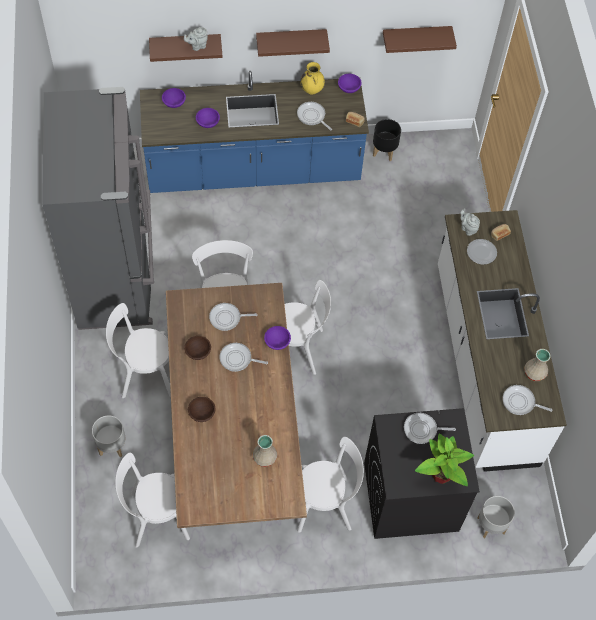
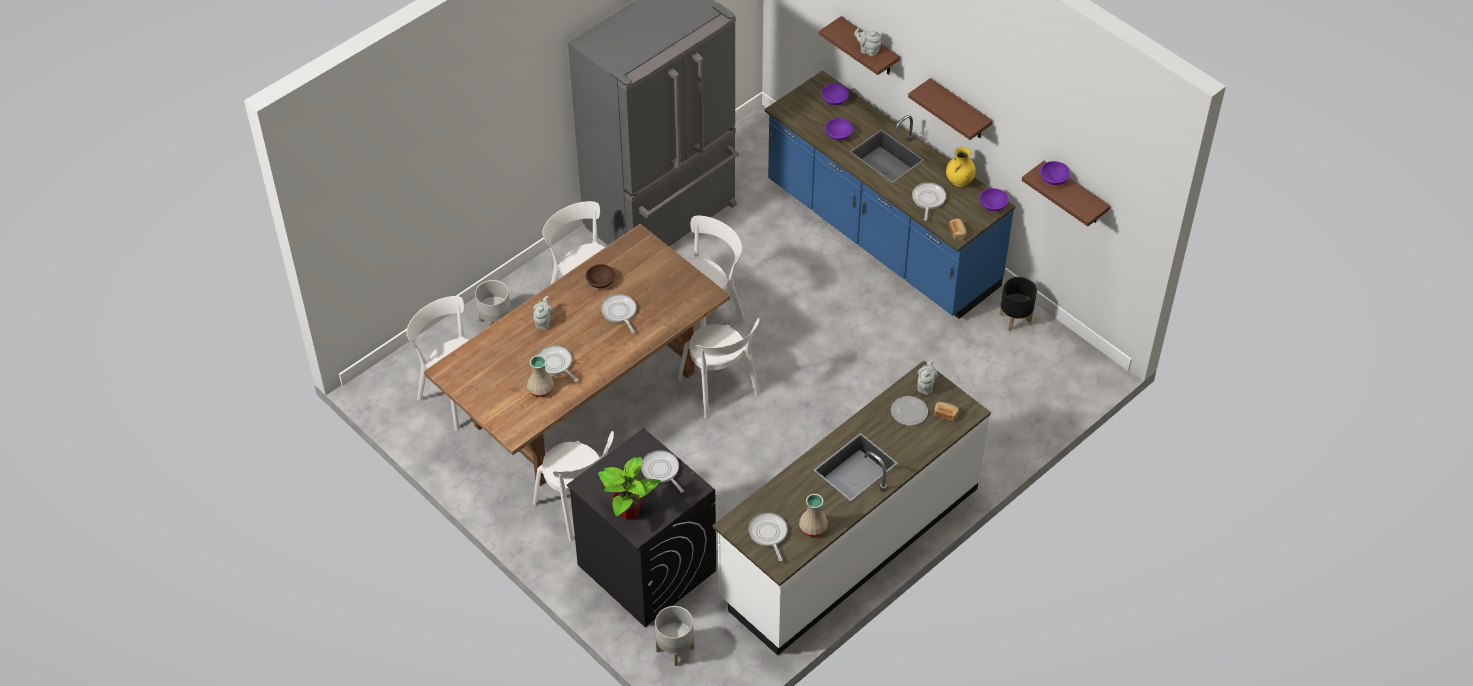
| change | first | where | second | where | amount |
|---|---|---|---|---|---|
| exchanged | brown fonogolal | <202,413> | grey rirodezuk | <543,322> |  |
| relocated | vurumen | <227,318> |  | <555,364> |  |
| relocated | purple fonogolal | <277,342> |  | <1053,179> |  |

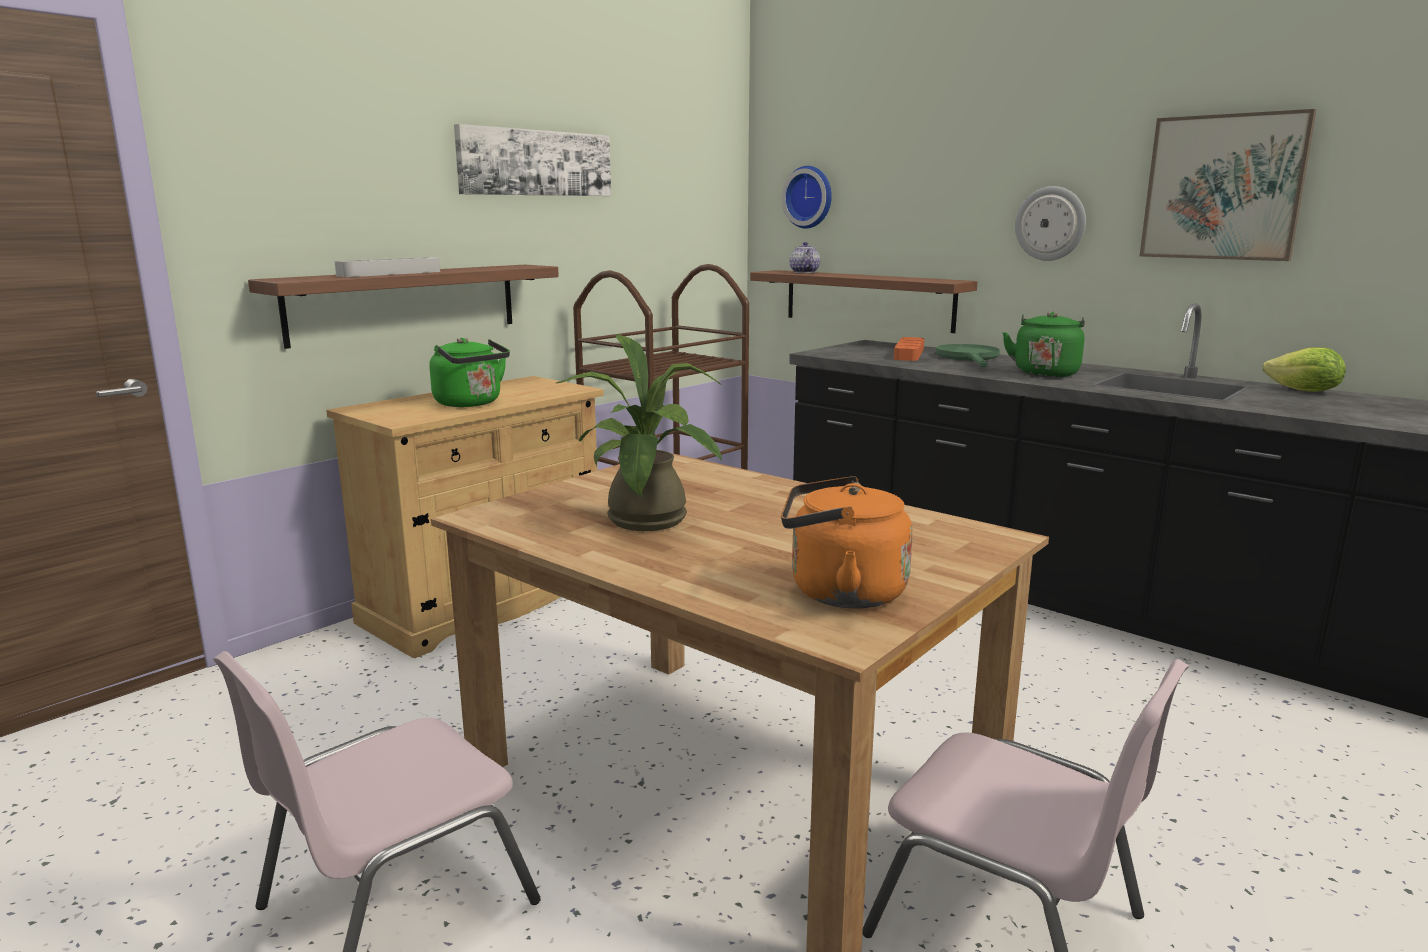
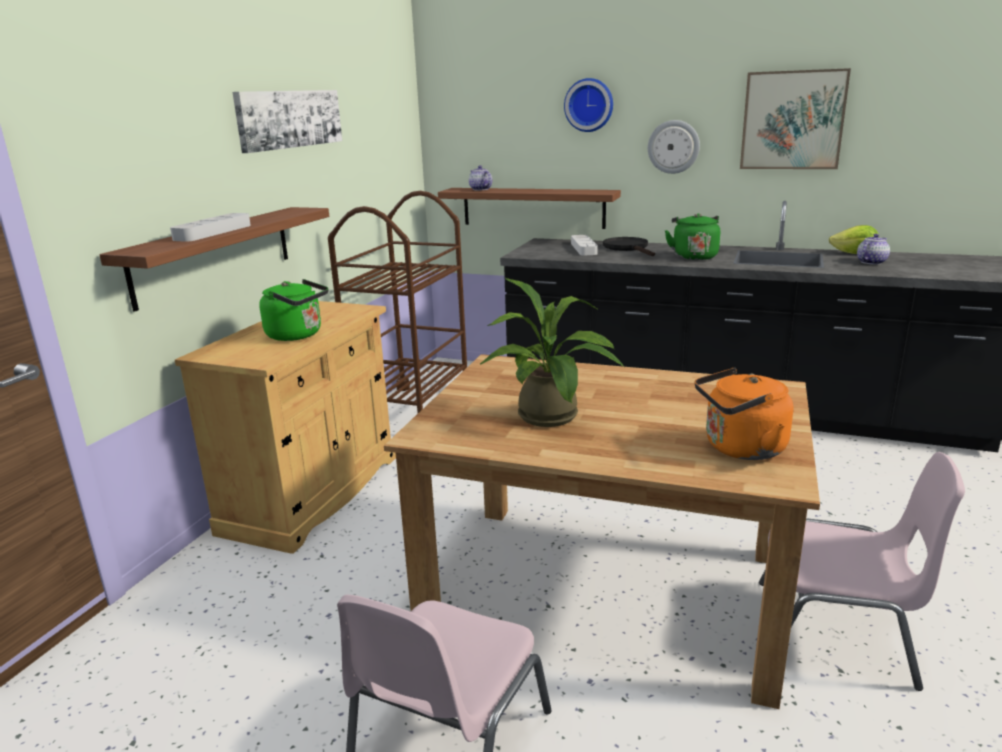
| change | first | where | second | where | amount |
|---|---|---|---|---|---|
| relocated | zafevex | <809,197> |  | <589,105> |  |
| colour | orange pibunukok | <909,354> | grey pibunukok | <583,248> |  |
| colour | green vurumen | <969,358> | black vurumen | <628,248> |  |
| appeared |  |  | rirodezuk | <871,262> |  |

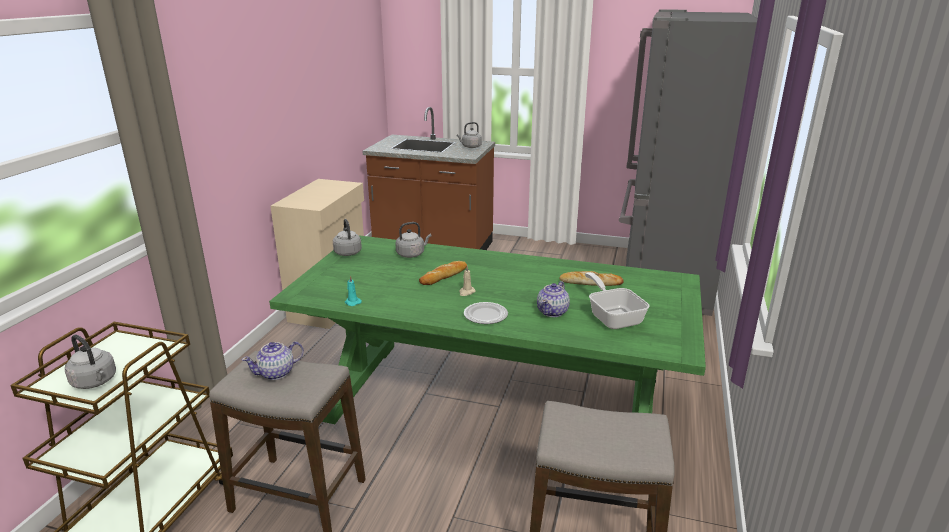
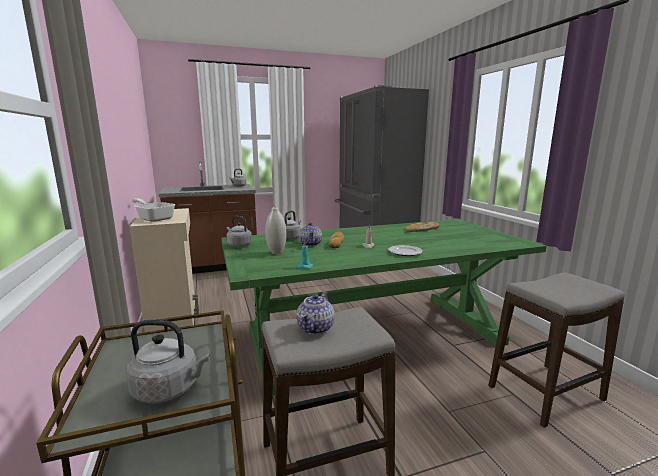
| change | first | where | second | where | amount |
|---|---|---|---|---|---|
| relocated | rirodezuk | <553,312> |  | <311,244> |  |
| relocated | vurumen | <613,316> |  | <154,218> |  |
| appeared |  |  | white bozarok | <276,252> |  |

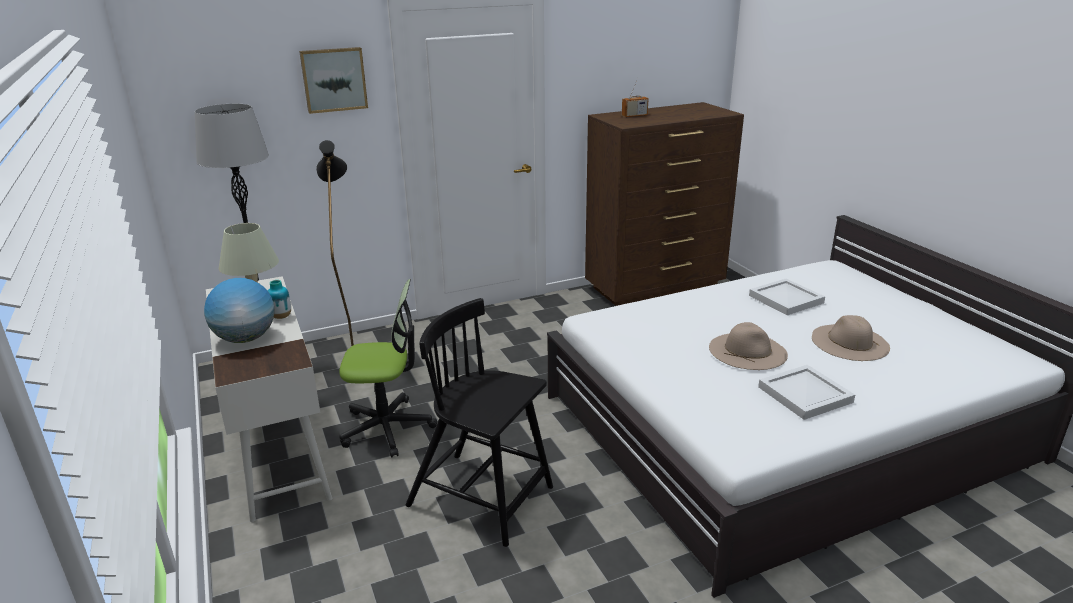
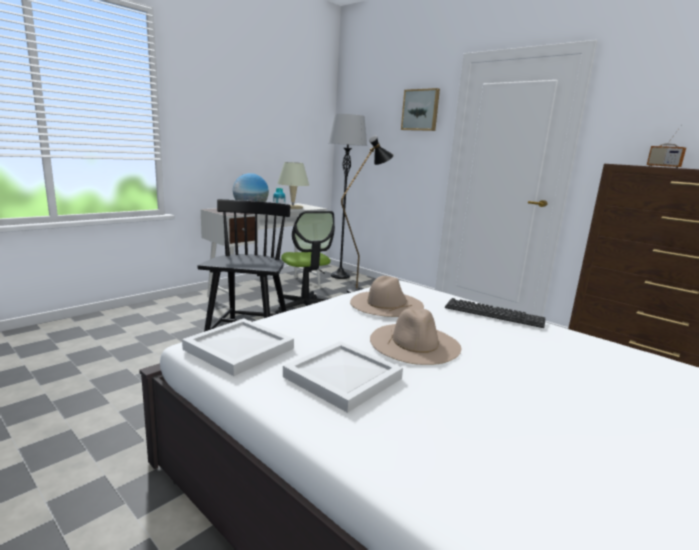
| change | first | where | second | where | amount |
|---|---|---|---|---|---|
| relocated | white pibunukok | <784,299> |  | <239,348> |  |
| relocated | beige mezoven | <849,342> |  | <386,303> |  |
| appeared |  |  | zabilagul | <493,314> |  |

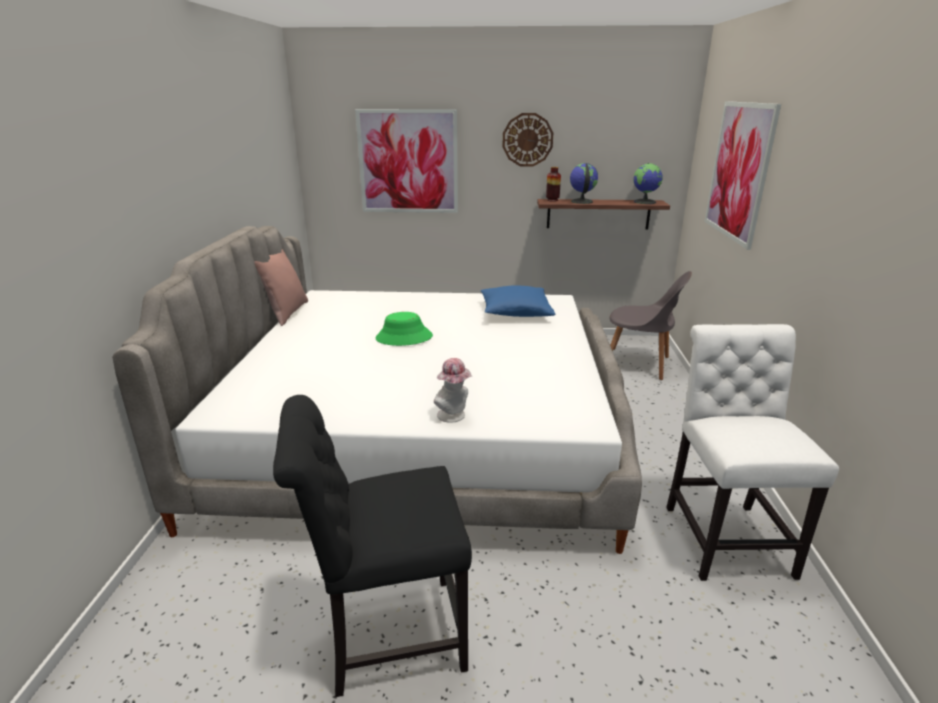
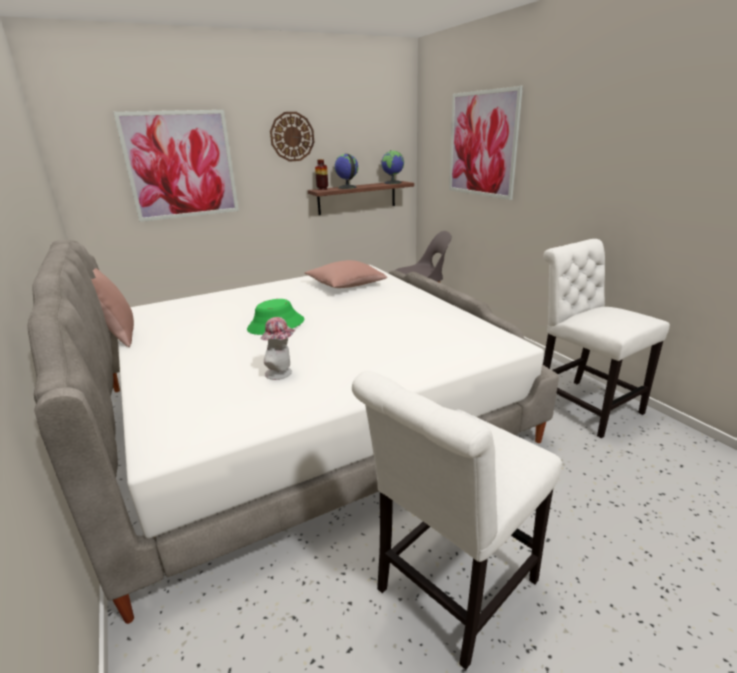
| change | first | where | second | where | amount |
|---|---|---|---|---|---|
| colour | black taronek | <387,635> | white taronek | <451,590> |  |
| relocated | mezoven | <454,416> |  | <282,373> |  |
| colour | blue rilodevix | <515,312> | pink rilodevix | <345,285> |  |

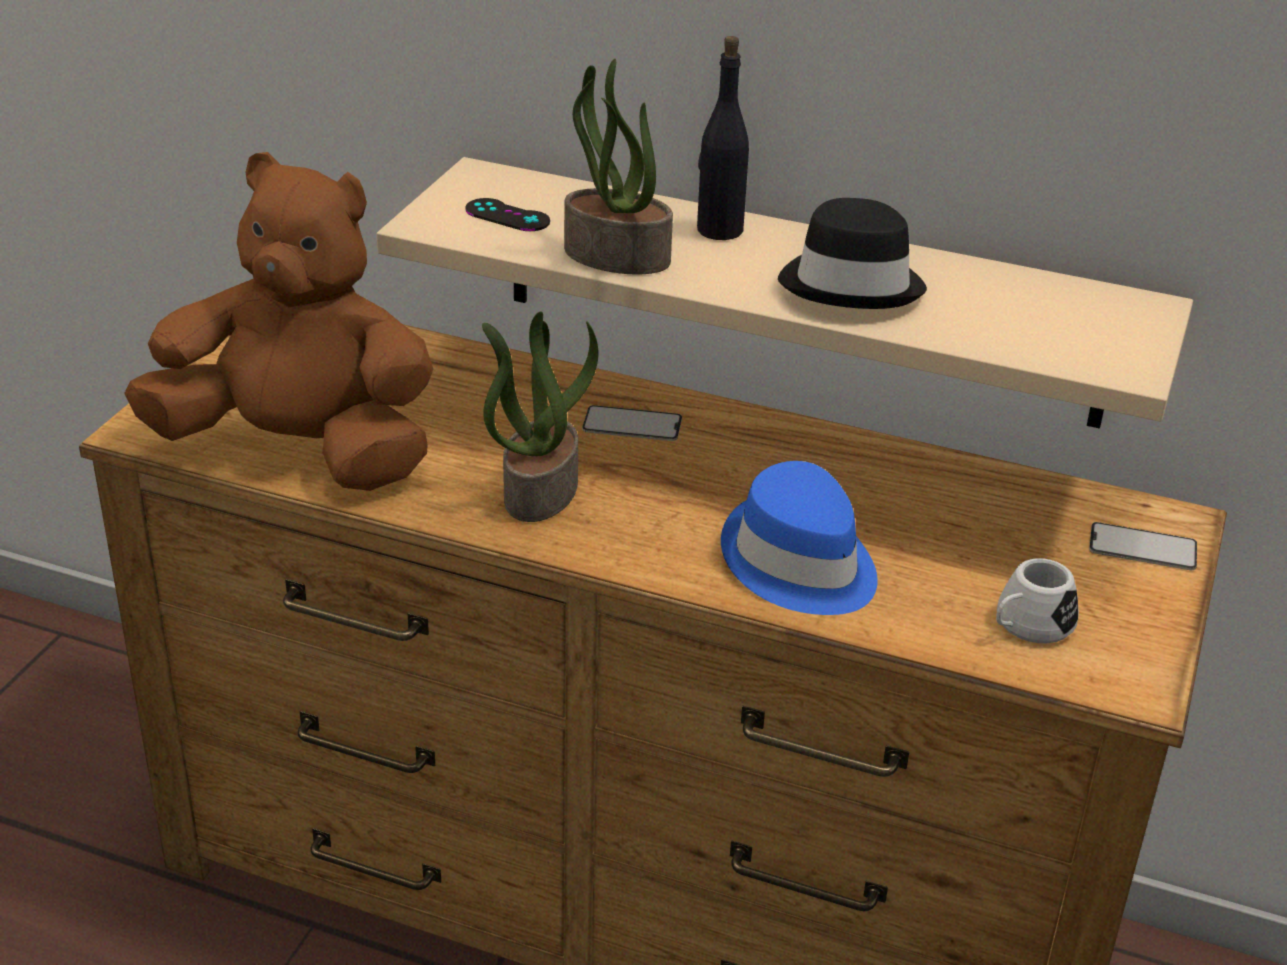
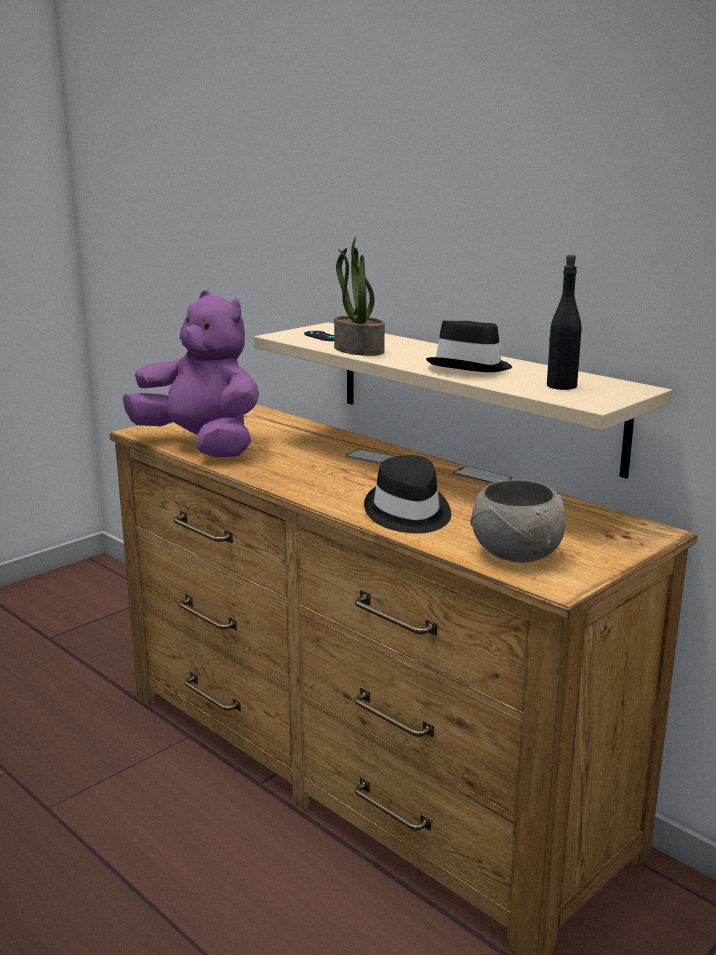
| change | first | where | second | where | amount |
|---|---|---|---|---|---|
| colour | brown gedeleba | <300,451> | purple gedeleba | <202,446> |  |
| missing | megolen | <539,490> |  |  |  |
| relocated | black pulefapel | <719,230> |  | <561,386> |  |
| colour | blue mezoven | <799,564> | black mezoven | <407,513> |  |
| exchanged | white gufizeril | <1027,626> | grey fonogolal | <515,554> |  |
| relocated | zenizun | <1142,547> |  | <482,476> |  |

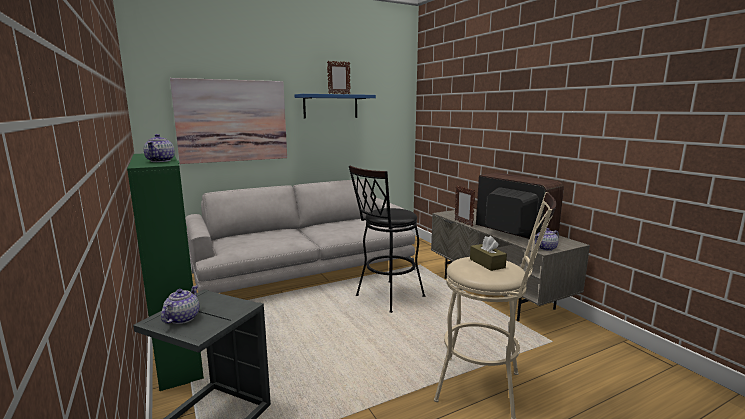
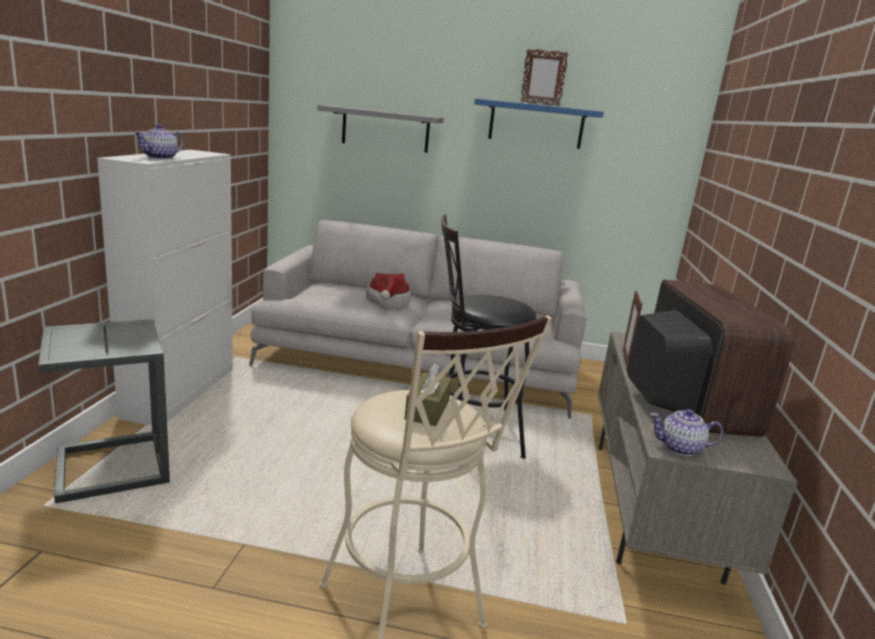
| change | first | where | second | where | amount |
|---|---|---|---|---|---|
| colour | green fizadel | <179,351> | white fizadel | <181,391> |  |
| missing | rirodezuk | <182,318> |  |  |  |
| exchanged | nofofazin | <232,121> | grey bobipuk | <385,129> |  |
| appeared |  |  | mezoven | <387,303> |  |

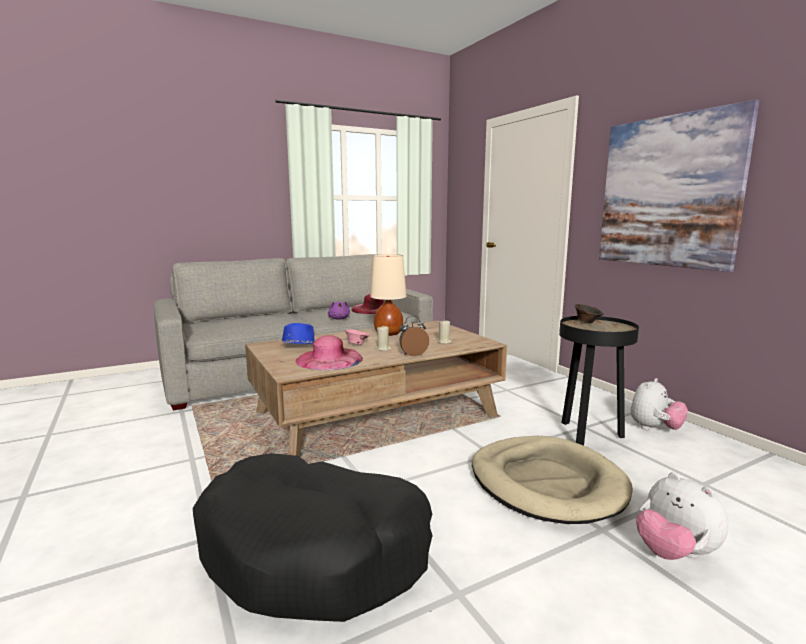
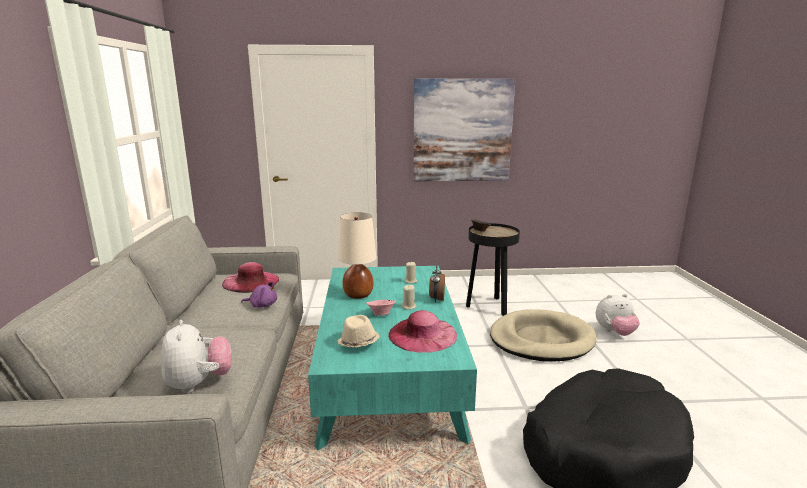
| change | first | where | second | where | amount |
|---|---|---|---|---|---|
| colour | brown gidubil | <377,414> | turquoise gidubil | <389,373> |  |
| colour | blue mezoven | <299,346> | beige mezoven | <358,343> |  |
| relocated | gedeleba | <654,429> |  | <199,384> |  |

